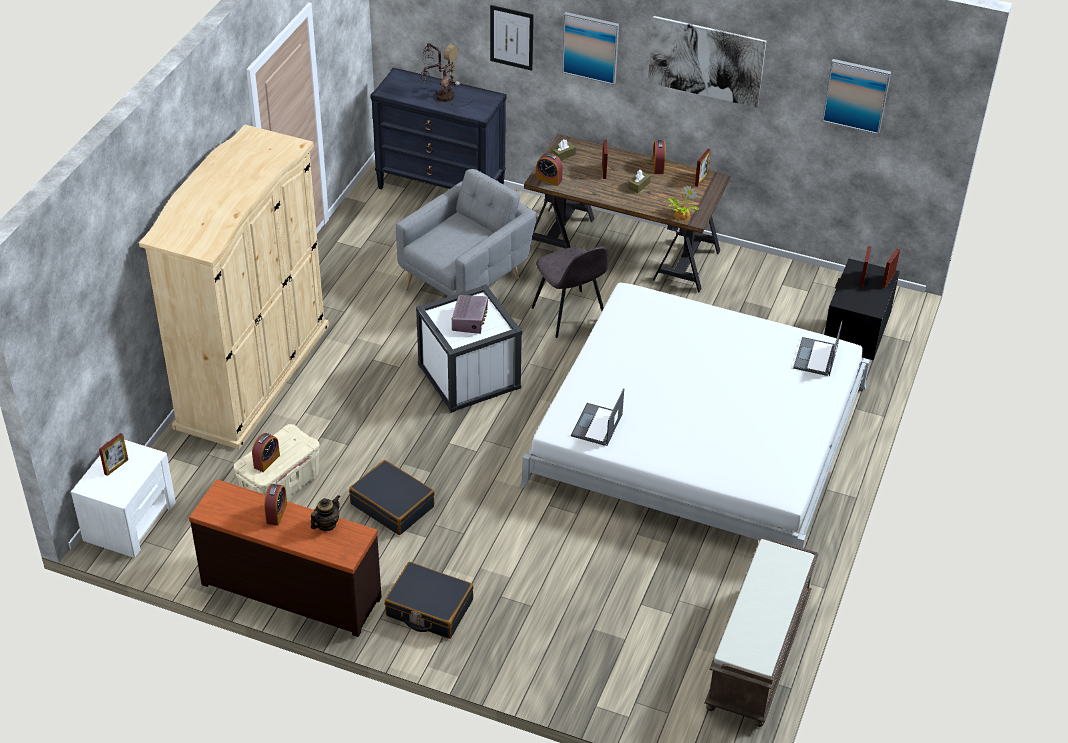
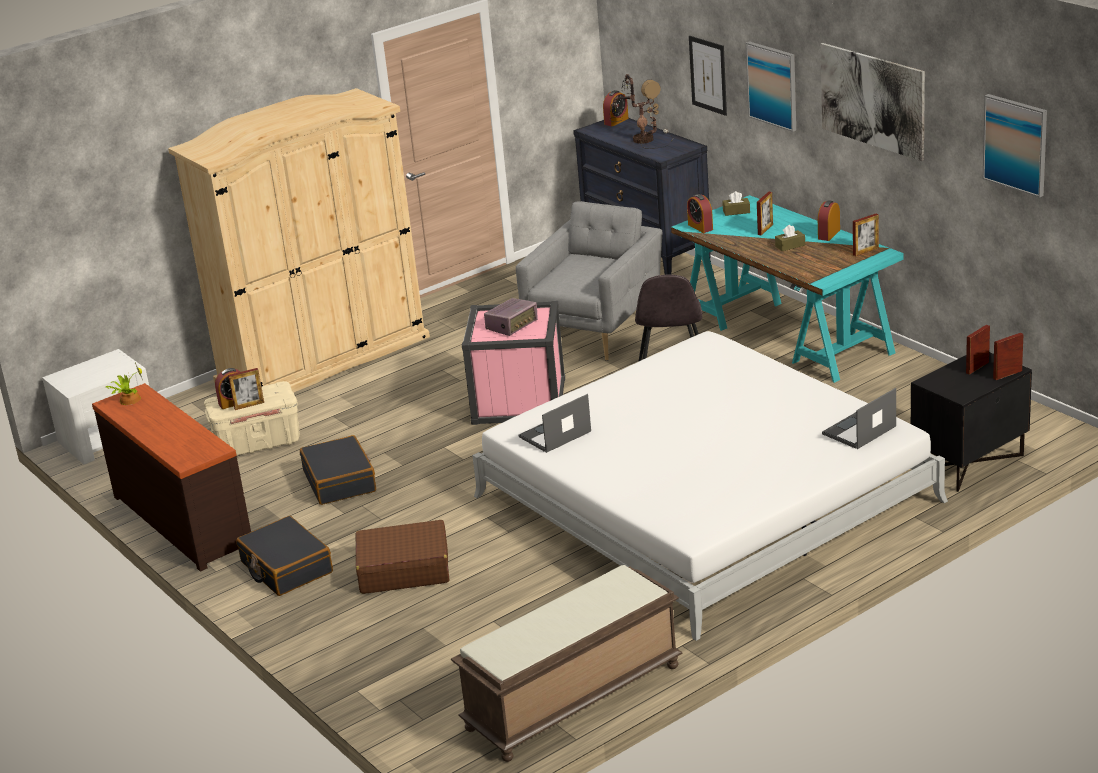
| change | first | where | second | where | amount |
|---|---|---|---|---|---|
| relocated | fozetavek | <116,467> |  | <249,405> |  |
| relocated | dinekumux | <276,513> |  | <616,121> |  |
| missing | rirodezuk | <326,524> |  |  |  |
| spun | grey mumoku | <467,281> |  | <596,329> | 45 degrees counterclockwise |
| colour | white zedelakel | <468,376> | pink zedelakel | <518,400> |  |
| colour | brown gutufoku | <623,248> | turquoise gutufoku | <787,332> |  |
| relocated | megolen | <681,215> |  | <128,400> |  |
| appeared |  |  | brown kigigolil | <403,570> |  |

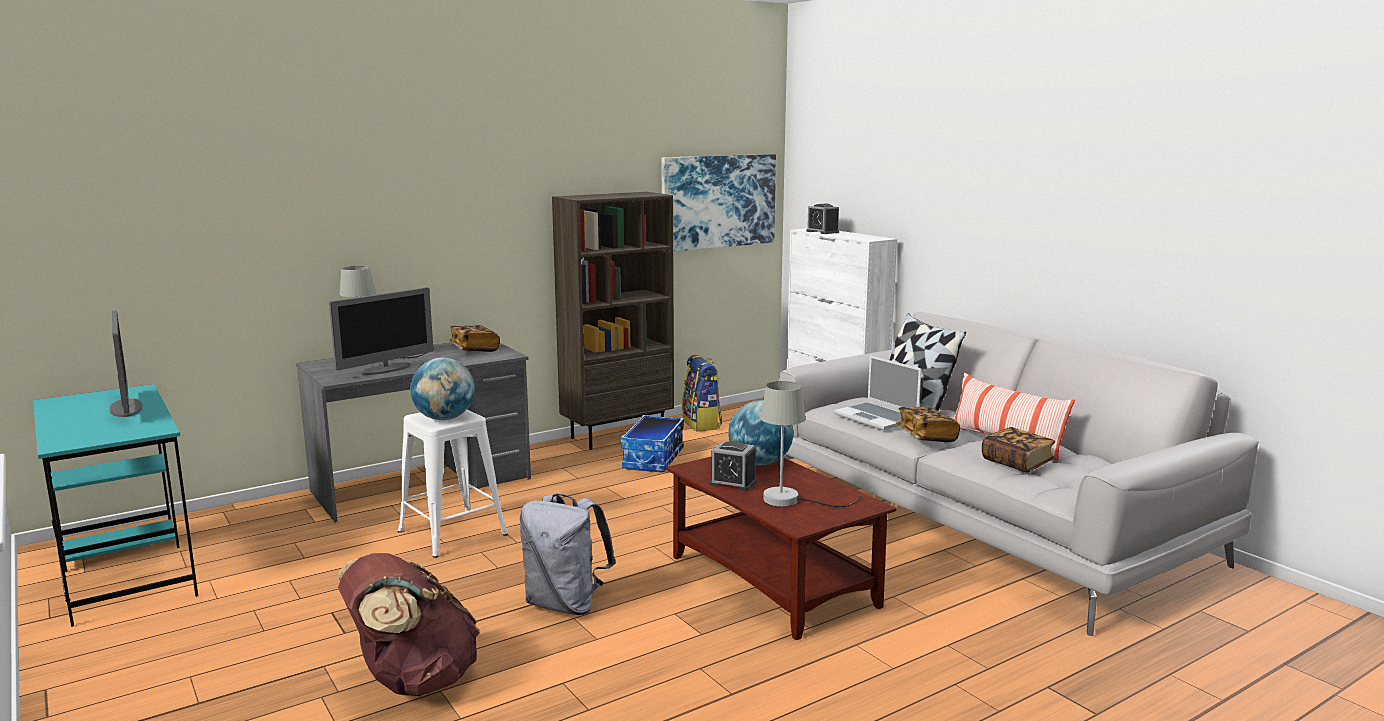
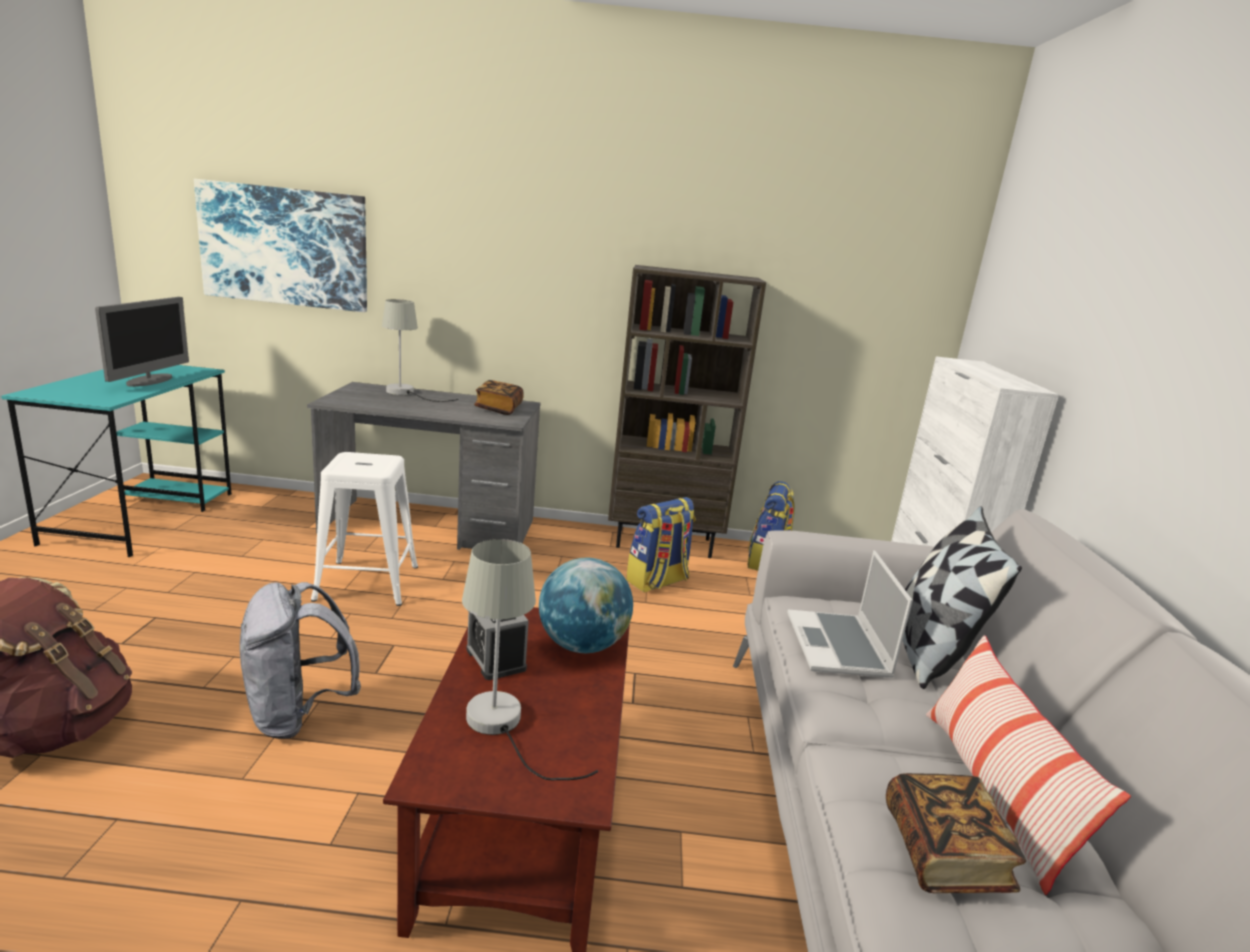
| change | first | where | second | where | amount |
|---|---|---|---|---|---|
| missing | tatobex | <386,369> |  |  |  |
| missing | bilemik | <444,419> |  |  |  |
| exchanged | zedelakel | <654,459> | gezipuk | <657,581> |  |
| relocated | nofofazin | <718,201> |  | <284,246> |  |
| missing | dinekumux | <822,232> |  |  |  |
| missing | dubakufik | <926,436> |  |  |  |

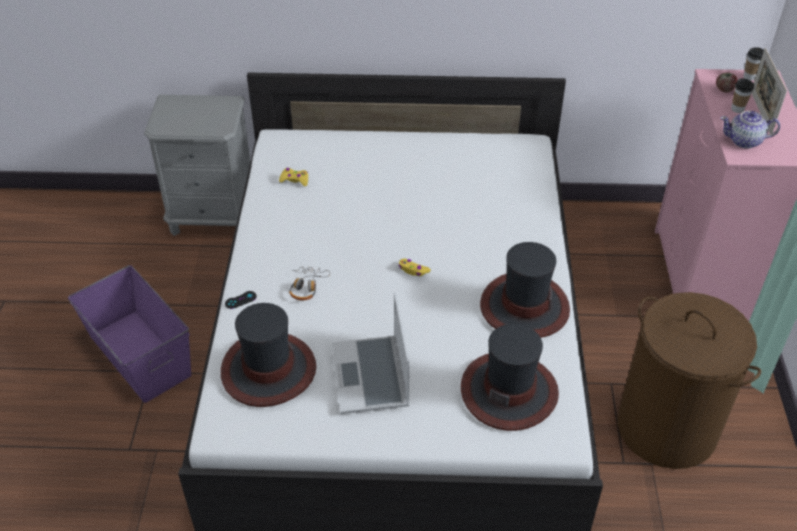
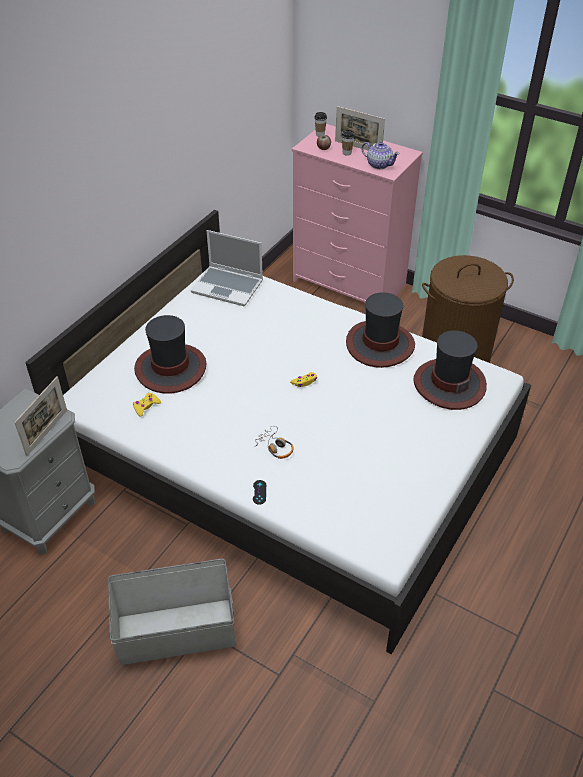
| change | first | where | second | where | amount |
|---|---|---|---|---|---|
| colour | purple zedelakel | <140,354> | grey zedelakel | <175,630> |  |
| relocated | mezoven | <268,370> |  | <171,369> |  |
| relocated | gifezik | <371,377> |  | <228,287> |  |
| spun | rirodezuk | <745,141> |  | <379,164> | 90 degrees counterclockwise |
| appeared |  |  | fozetavek | <47,433> |  |

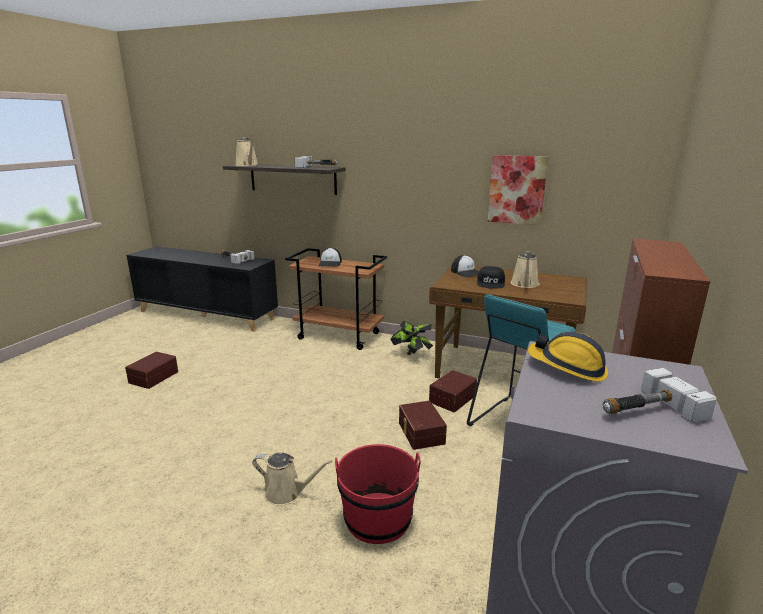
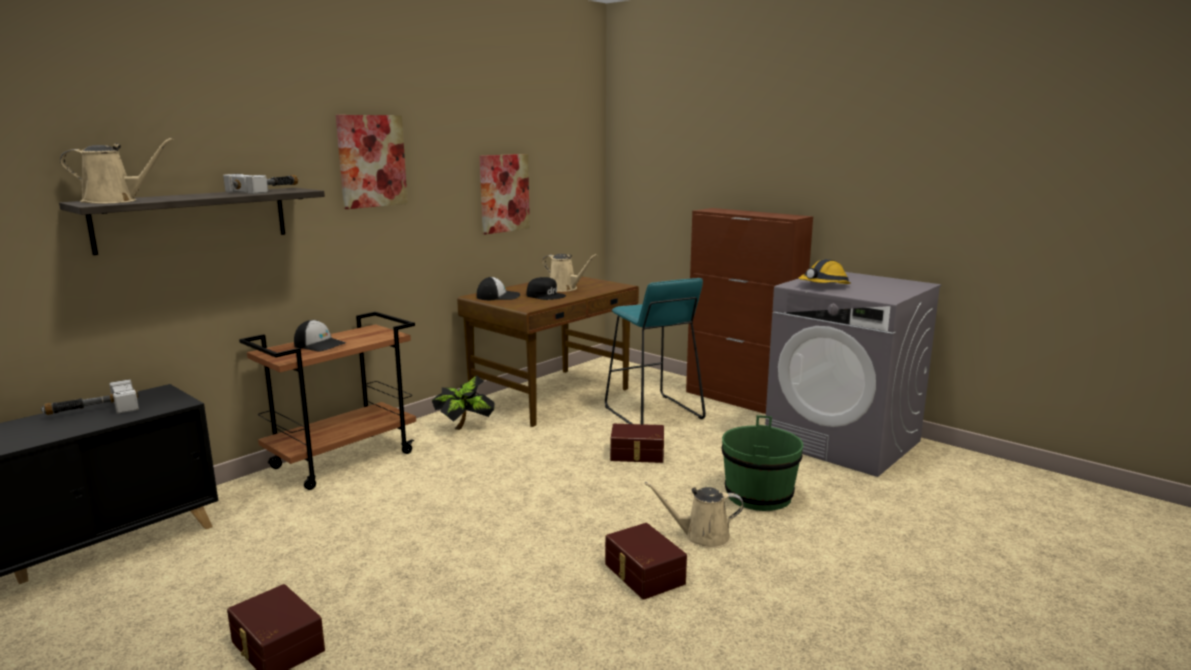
| change | first | where | second | where | amount |
|---|---|---|---|---|---|
| spun | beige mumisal | <287,492> |  | <701,536> | 120 degrees counterclockwise |
| colour | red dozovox | <378,519> | green dozovox | <758,495> |  |
| relocated | brown zedelakel | <451,398> |  | <643,574> |  |
| missing | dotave | <645,410> |  |  |  |
| appeared |  |  | nofofazin | <371,161> |  |

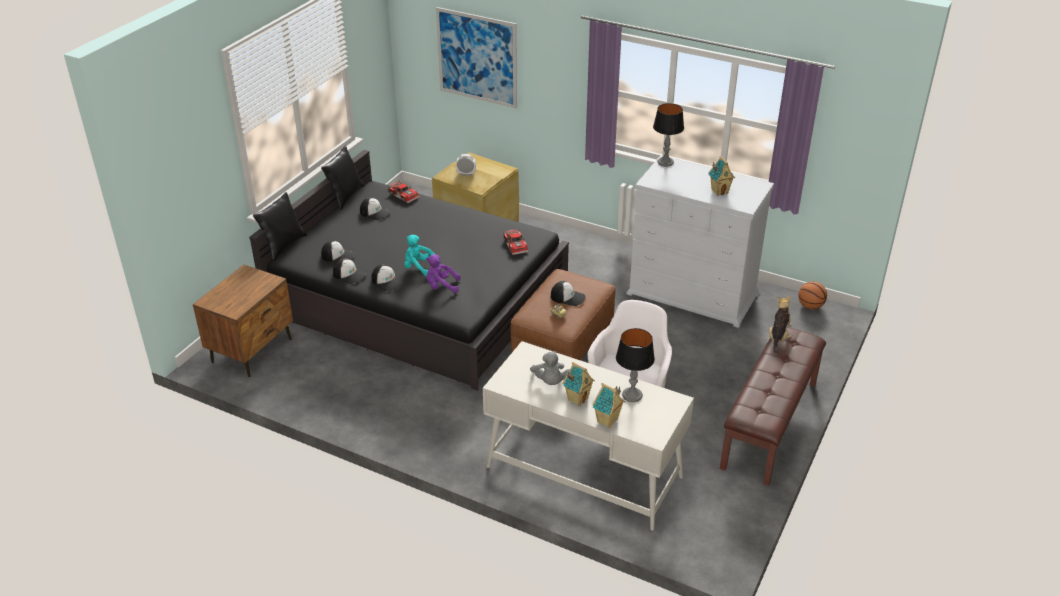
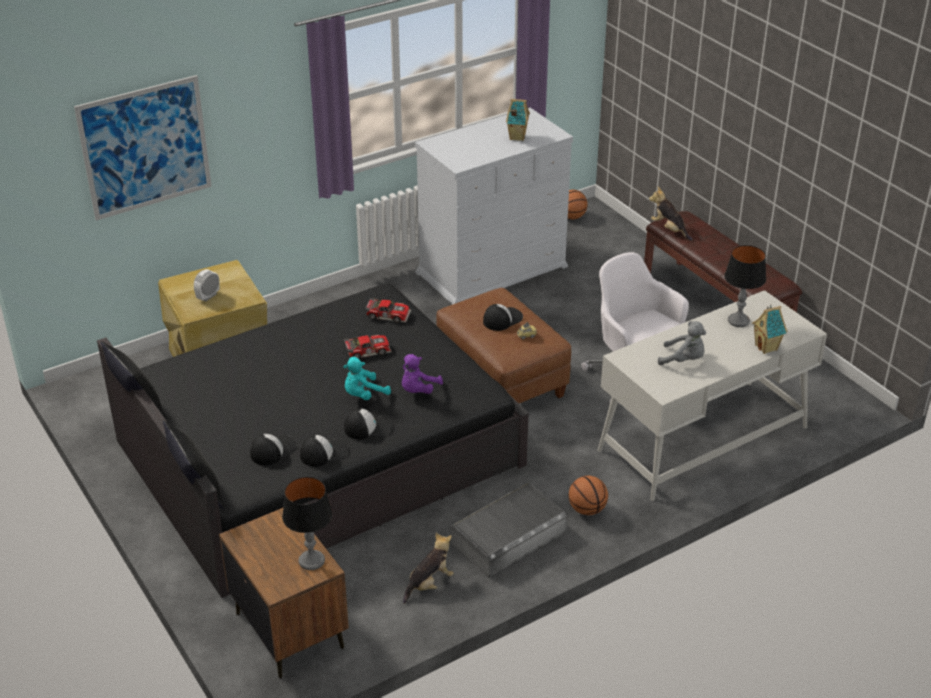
| change | first | where | second | where | amount |
|---|---|---|---|---|---|
| missing | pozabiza | <375,212> |  |  |  |
| relocated | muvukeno | <404,195> |  | <367,350> |  |
| missing | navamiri | <577,399> |  |  |  |
| relocated | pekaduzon | <665,162> |  | <311,561> |  |
| appeared |  |  | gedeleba | <429,584> |  |
| appeared |  |  | grey zedelakel | <508,537> |  |
| appeared |  |  | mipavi | <587,509> |  |

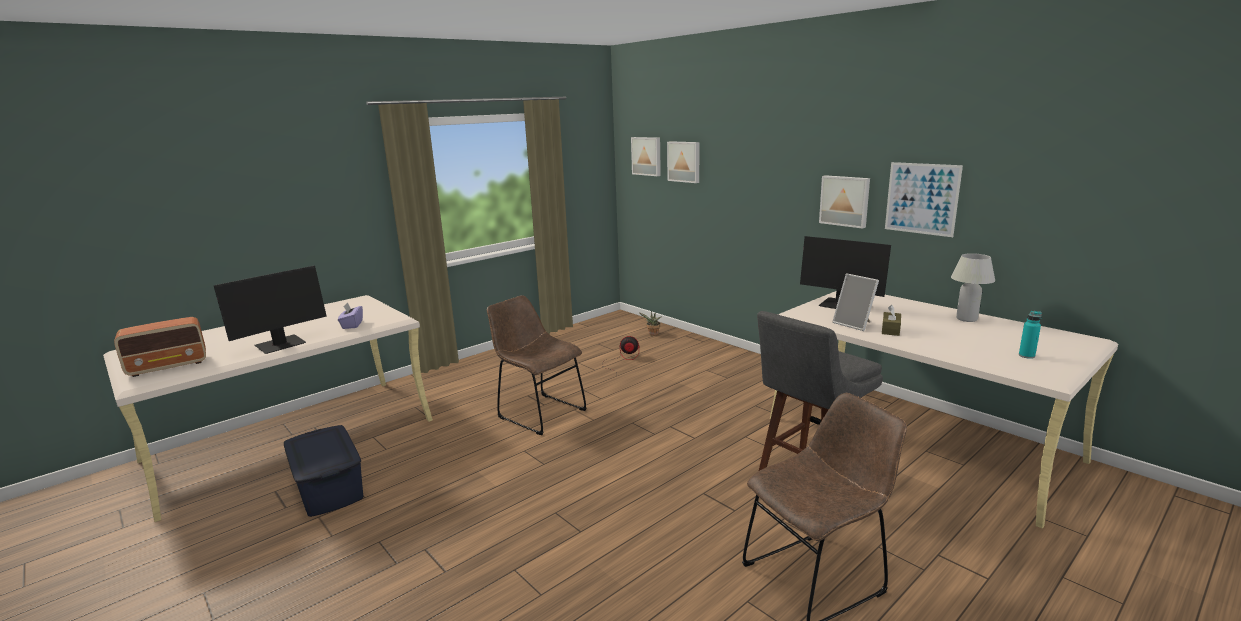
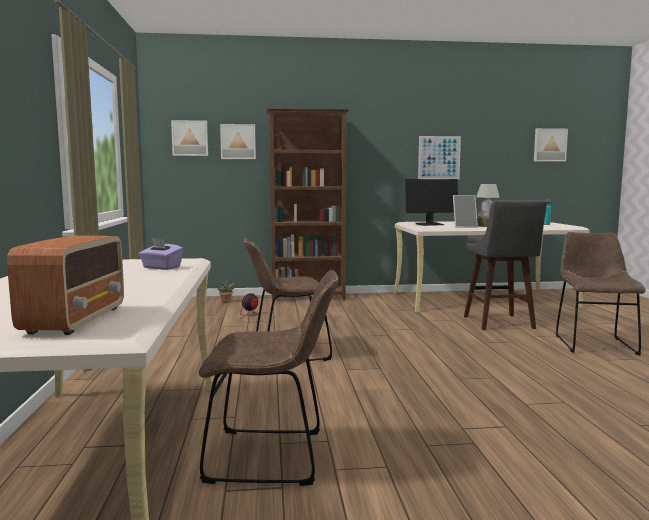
| change | first | where | second | where | amount |
|---|---|---|---|---|---|
| missing | tatobex | <280,345> |  |  |  |
| exchanged | blue zedelakel | <328,487> | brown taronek | <273,456> |  |
| relocated | nofofazin | <845,201> |  | <549,145> |  |
| appeared |  |  | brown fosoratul | <308,298> |  |

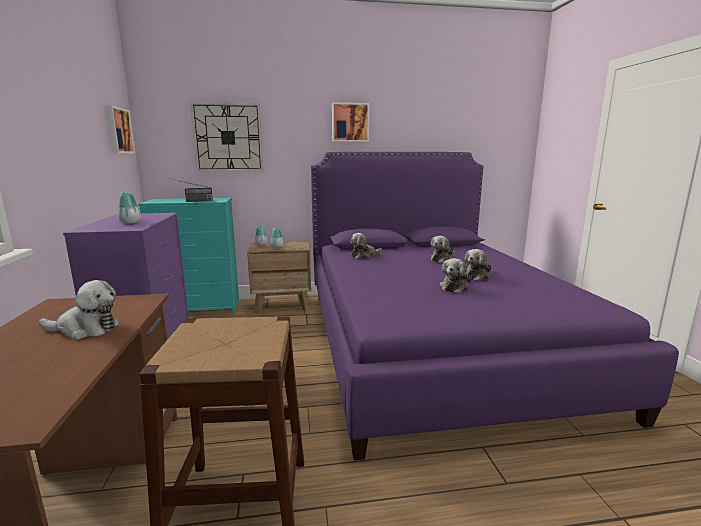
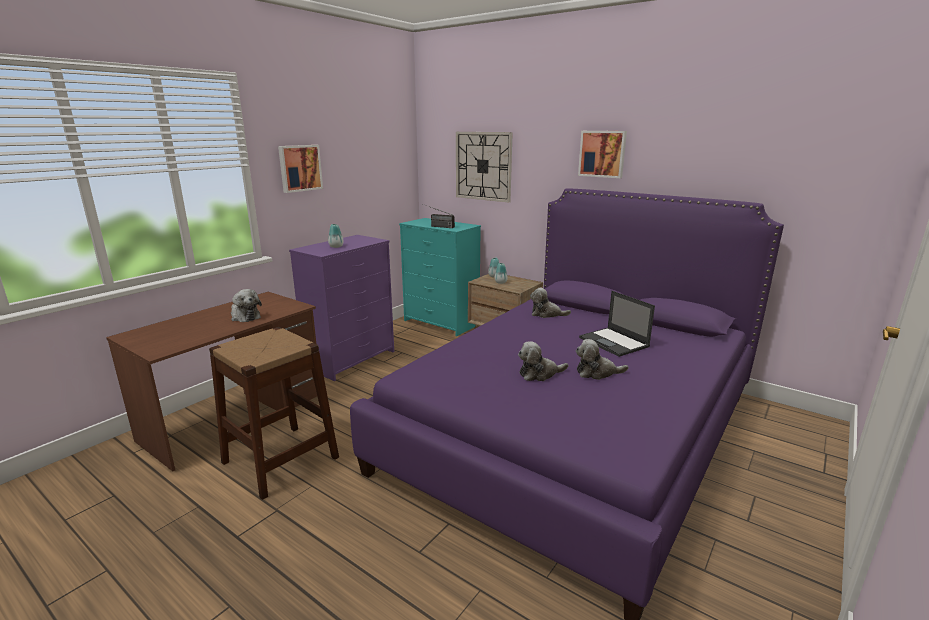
| change | first | where | second | where | amount |
|---|---|---|---|---|---|
| relocated | nofofazin | <118,130> |  | <299,168> |  |
| exchanged | gedeleba | <442,259> | gifezik | <614,342> |  |

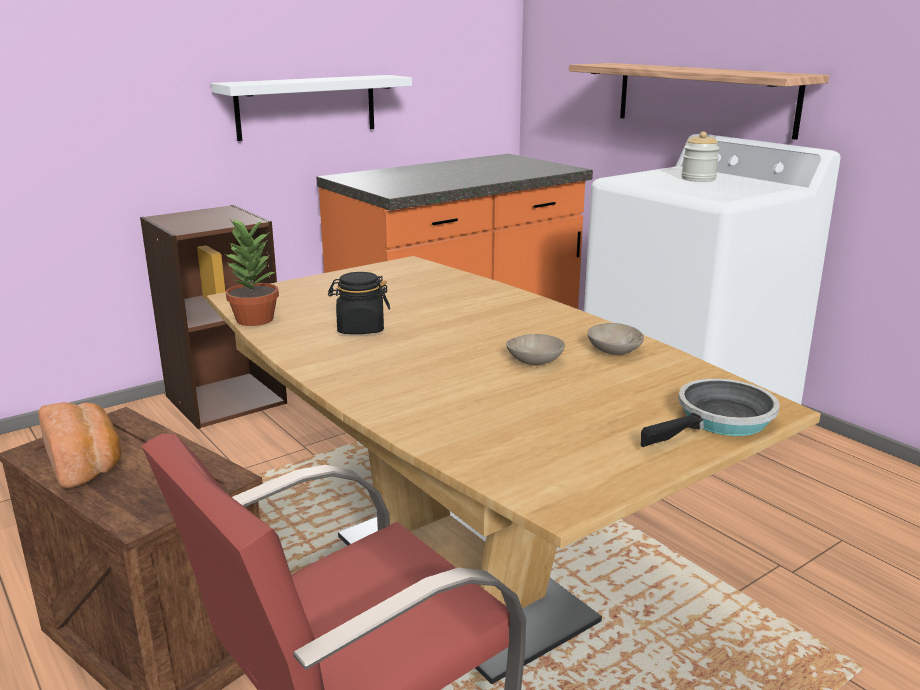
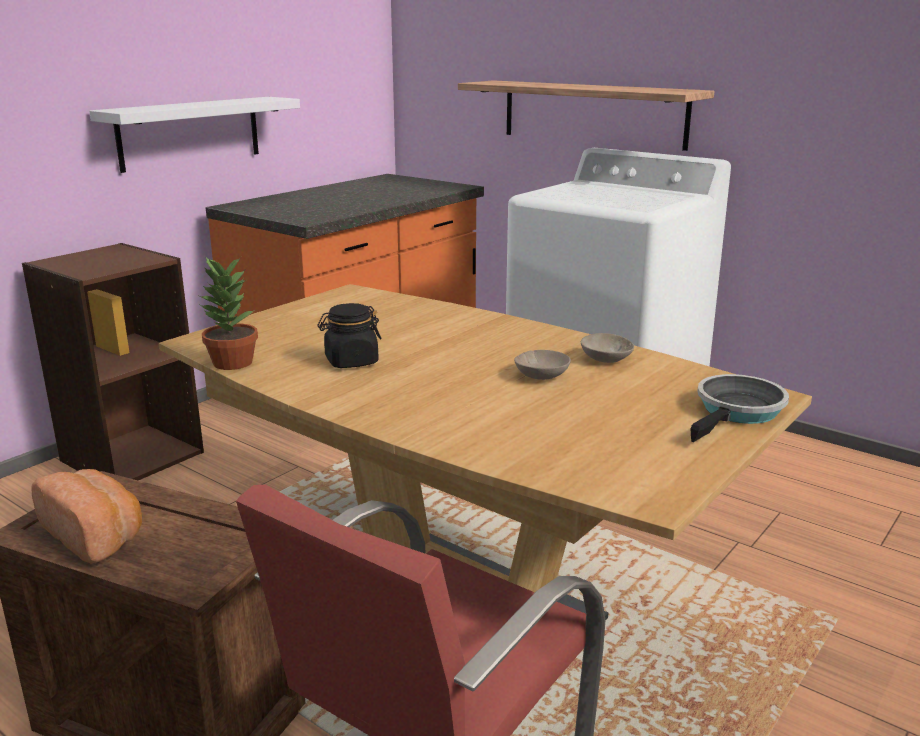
| change | first | where | second | where | amount |
|---|---|---|---|---|---|
| missing | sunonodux | <698,179> |  |  |  |

